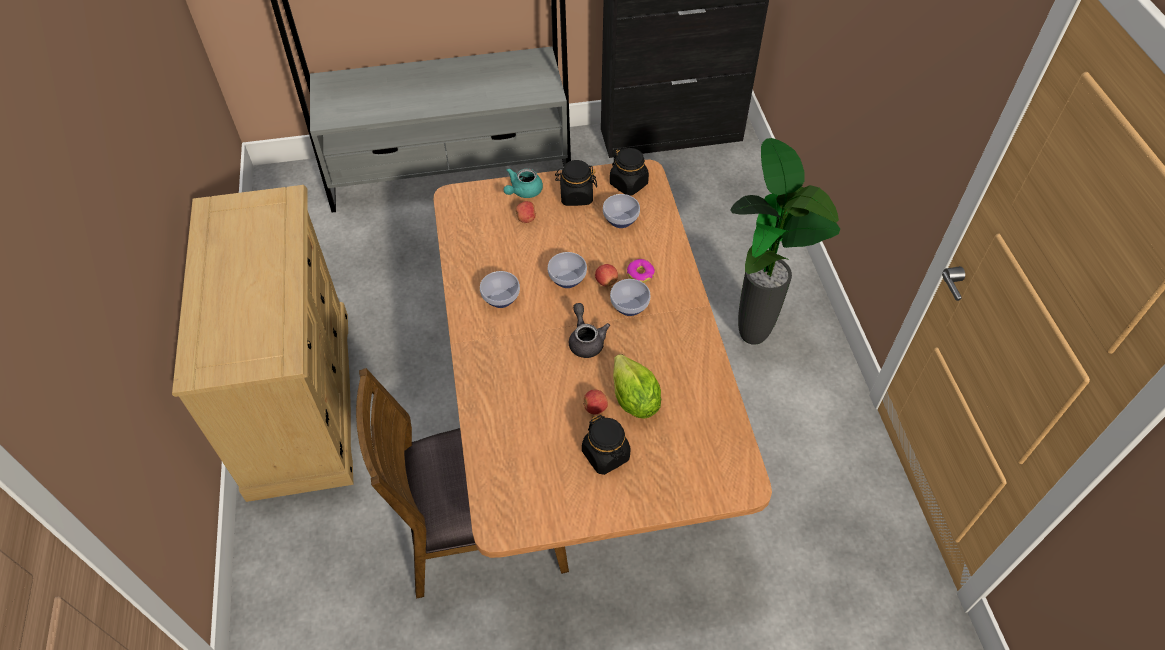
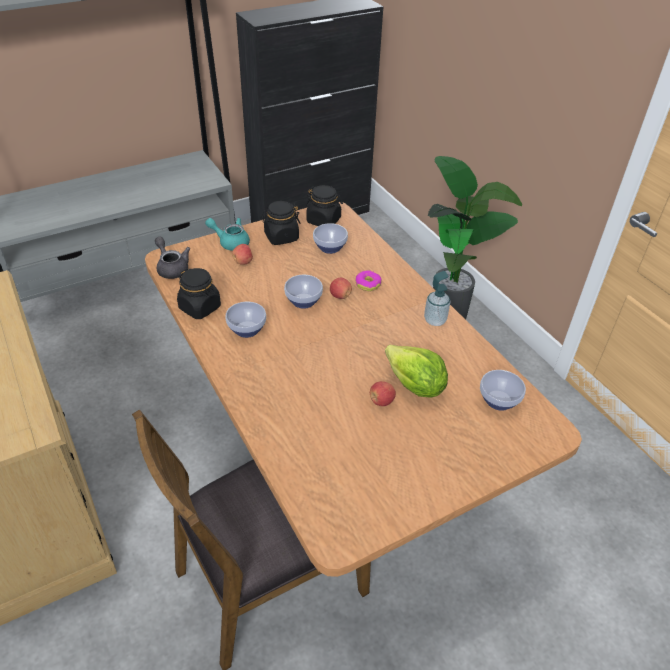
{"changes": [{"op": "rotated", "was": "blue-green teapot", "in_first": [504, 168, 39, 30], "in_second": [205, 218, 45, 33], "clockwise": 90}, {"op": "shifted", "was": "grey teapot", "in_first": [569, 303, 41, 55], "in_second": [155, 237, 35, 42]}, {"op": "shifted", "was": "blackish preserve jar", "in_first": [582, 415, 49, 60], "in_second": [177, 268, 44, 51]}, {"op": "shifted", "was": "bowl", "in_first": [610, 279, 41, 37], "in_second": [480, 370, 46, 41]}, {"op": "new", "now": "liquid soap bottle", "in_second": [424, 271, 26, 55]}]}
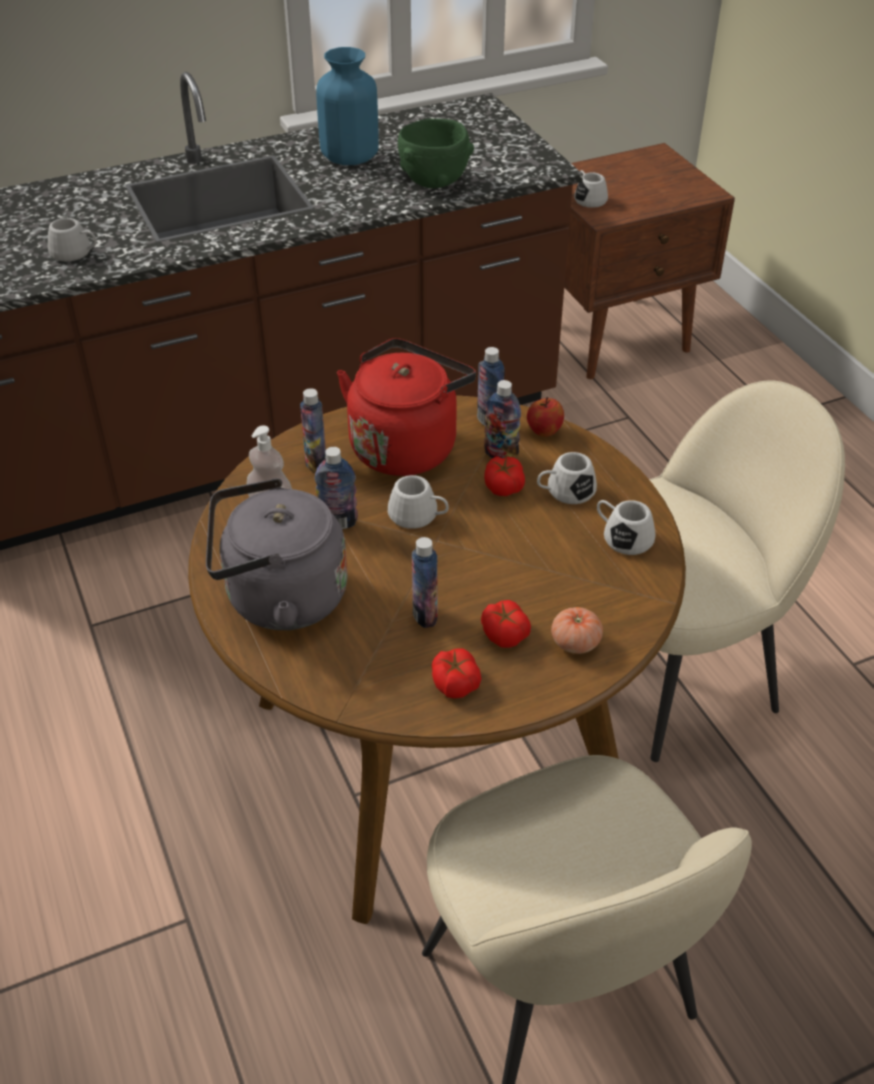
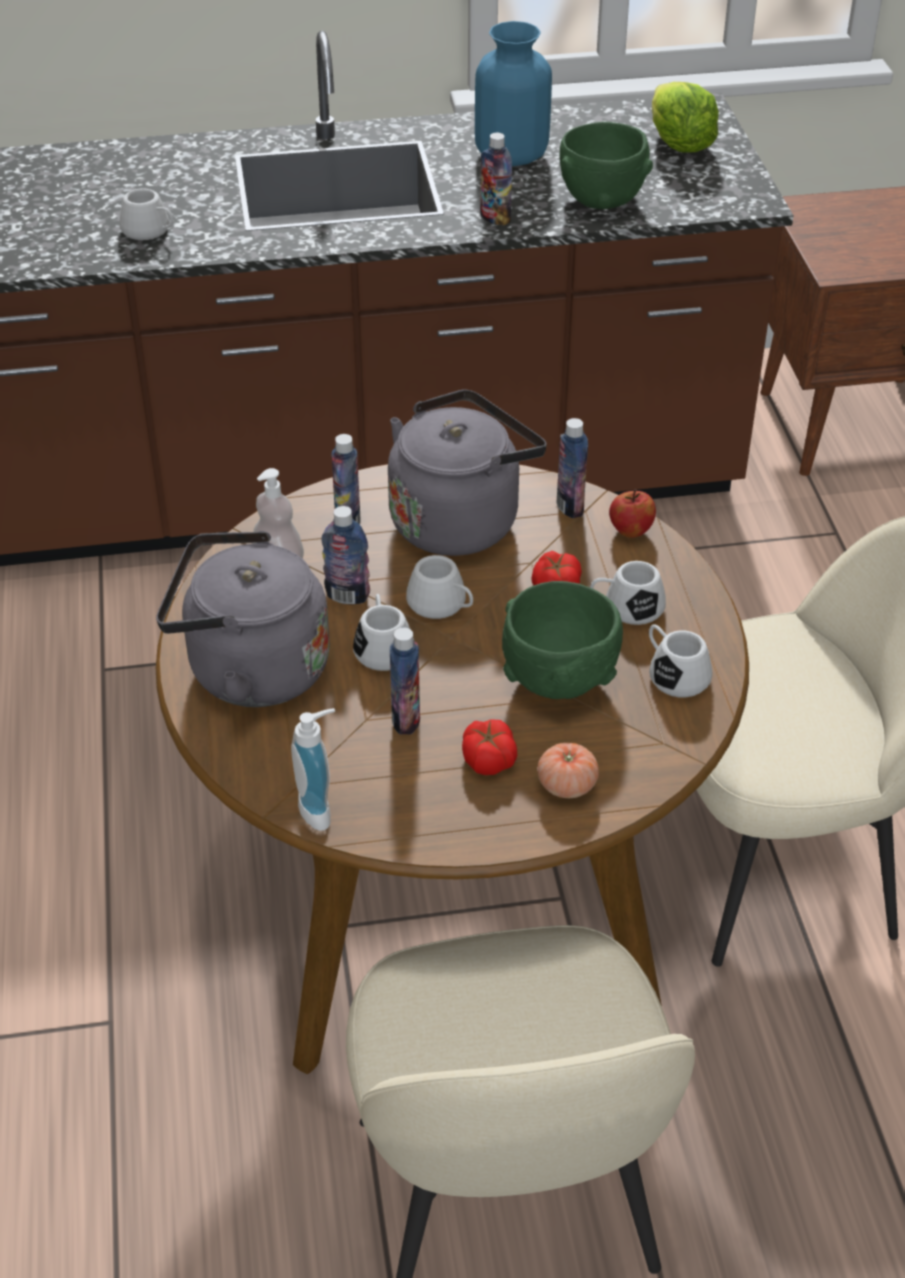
{"changes": [{"op": "repainted", "was": "red-coloured water kettle", "now": "grey water kettle", "in_first": [337, 338, 139, 138], "in_second": [388, 389, 159, 167]}, {"op": "gone", "was": "tomato", "in_first": [432, 648, 50, 51]}, {"op": "shifted", "was": "bottle", "in_first": [484, 380, 37, 78], "in_second": [480, 133, 32, 92]}, {"op": "shifted", "was": "whitish tea mug", "in_first": [574, 170, 34, 38], "in_second": [353, 594, 61, 77]}, {"op": "new", "now": "liquid soap bottle", "in_second": [291, 708, 44, 123]}, {"op": "new", "now": "green-coloured bowl", "in_second": [502, 581, 121, 118]}, {"op": "new", "now": "lettuce head", "in_second": [652, 82, 67, 71]}]}
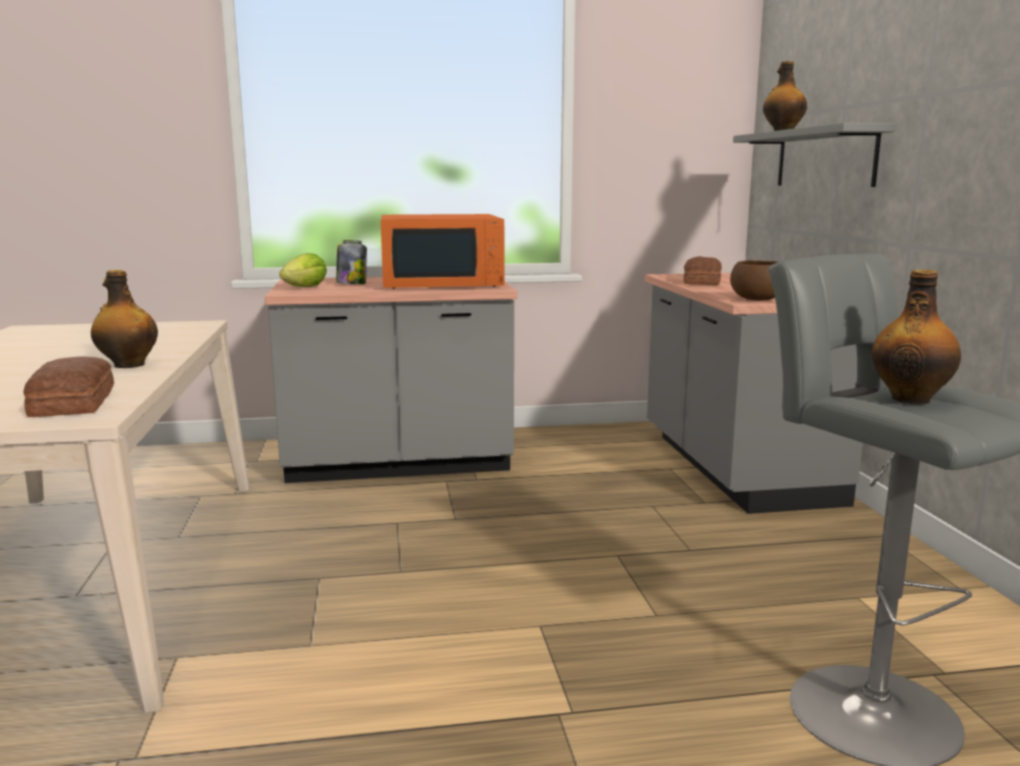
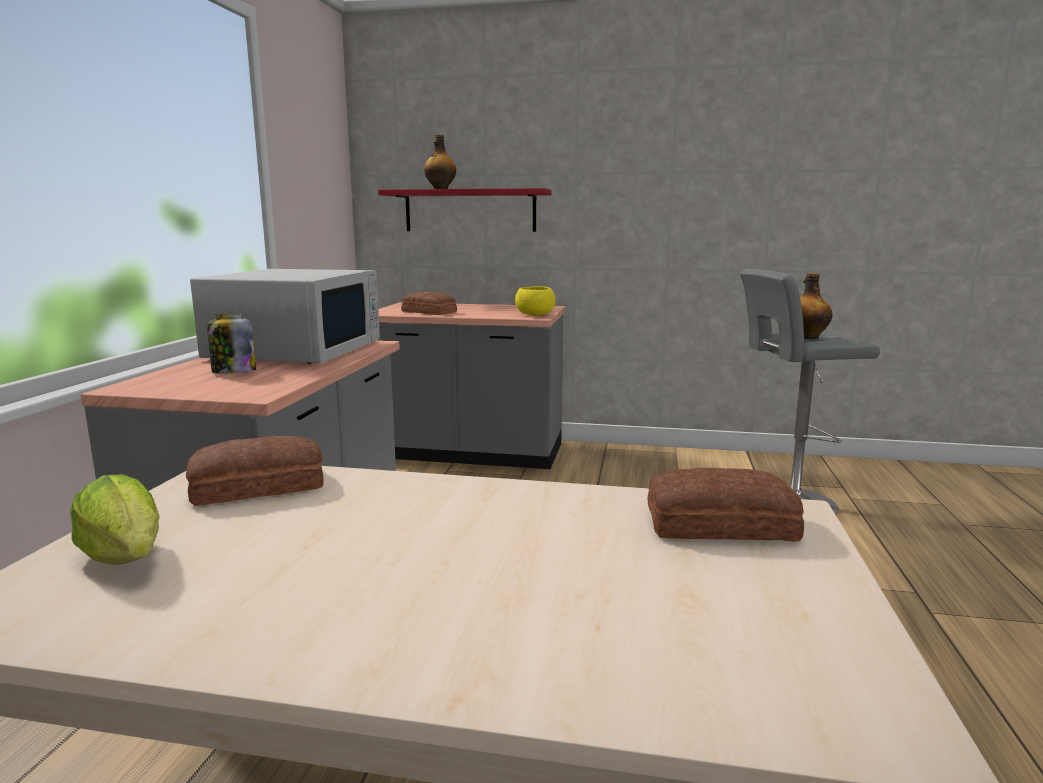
{"changes": [{"op": "gone", "was": "bottle", "in_first": [91, 270, 67, 98]}, {"op": "shifted", "was": "lettuce head", "in_first": [280, 253, 47, 34], "in_second": [70, 474, 90, 91]}, {"op": "repainted", "was": "orangey microwave", "now": "whitish microwave", "in_first": [381, 214, 123, 75], "in_second": [190, 269, 190, 95]}, {"op": "repainted", "was": "brownish bowl", "now": "yellowish bowl", "in_first": [730, 260, 48, 41], "in_second": [515, 286, 41, 30]}, {"op": "repainted", "was": "grey shelf", "now": "red-coloured shelf", "in_first": [733, 123, 163, 64], "in_second": [378, 188, 173, 44]}, {"op": "new", "now": "baked bread", "in_second": [186, 436, 138, 70]}]}
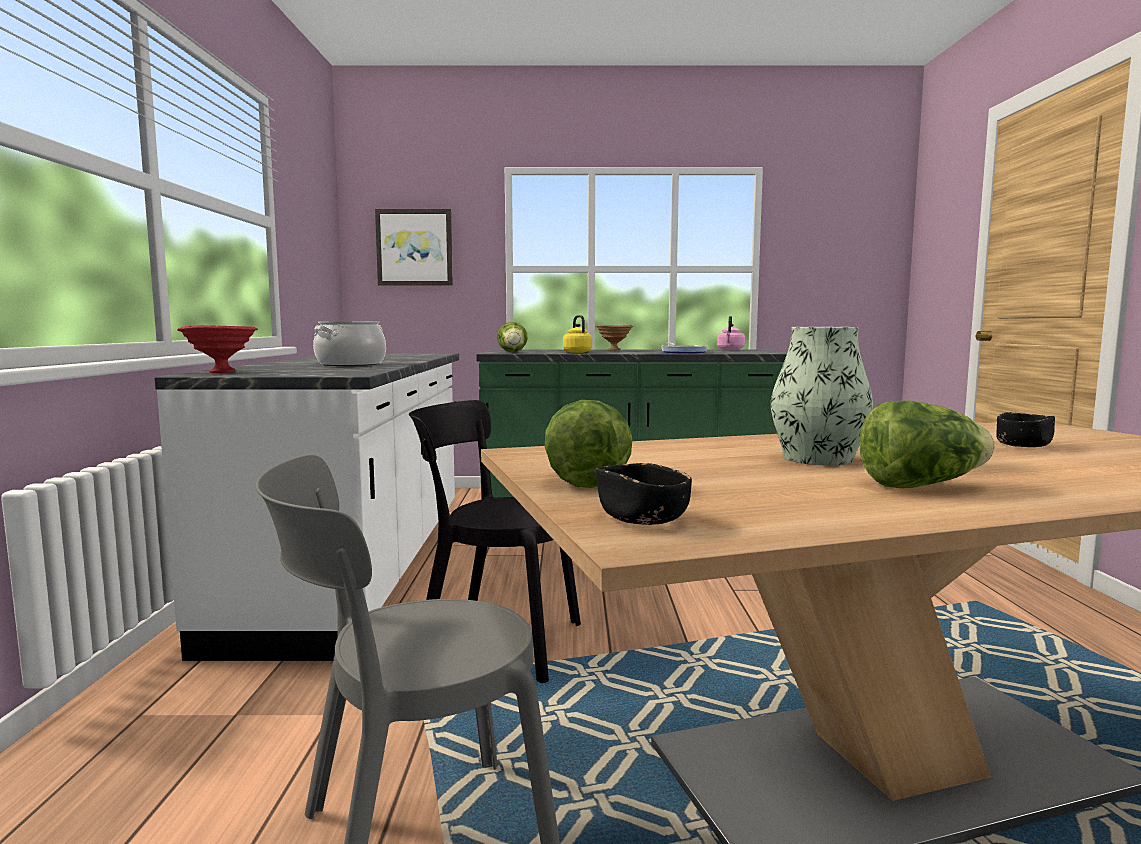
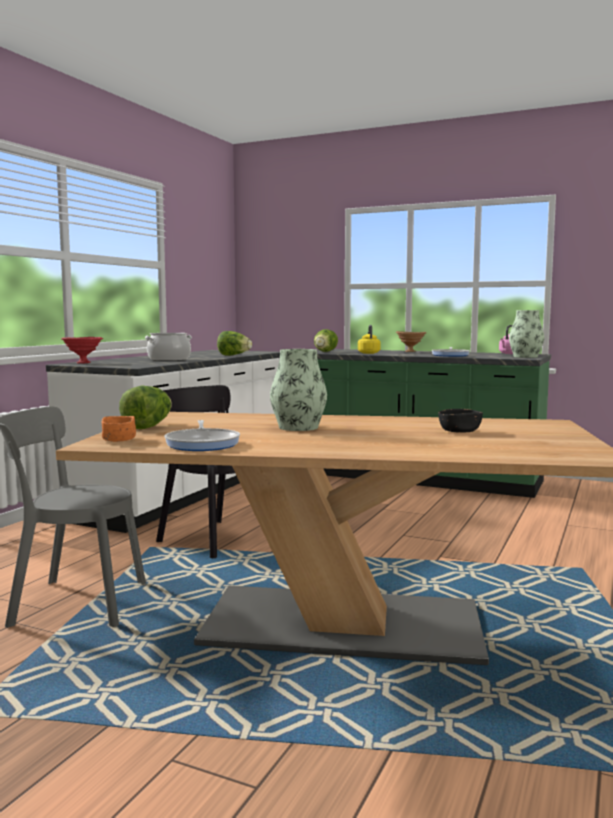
{"changes": [{"op": "gone", "was": "wall art", "in_first": [375, 209, 78, 76]}, {"op": "repainted", "was": "blackish bowl", "now": "orangey bowl", "in_first": [596, 463, 96, 62], "in_second": [102, 416, 34, 26]}, {"op": "shifted", "was": "lettuce head", "in_first": [859, 400, 136, 88], "in_second": [217, 331, 35, 25]}, {"op": "new", "now": "skillet", "in_second": [164, 420, 76, 31]}, {"op": "new", "now": "vase", "in_second": [509, 310, 35, 48]}]}
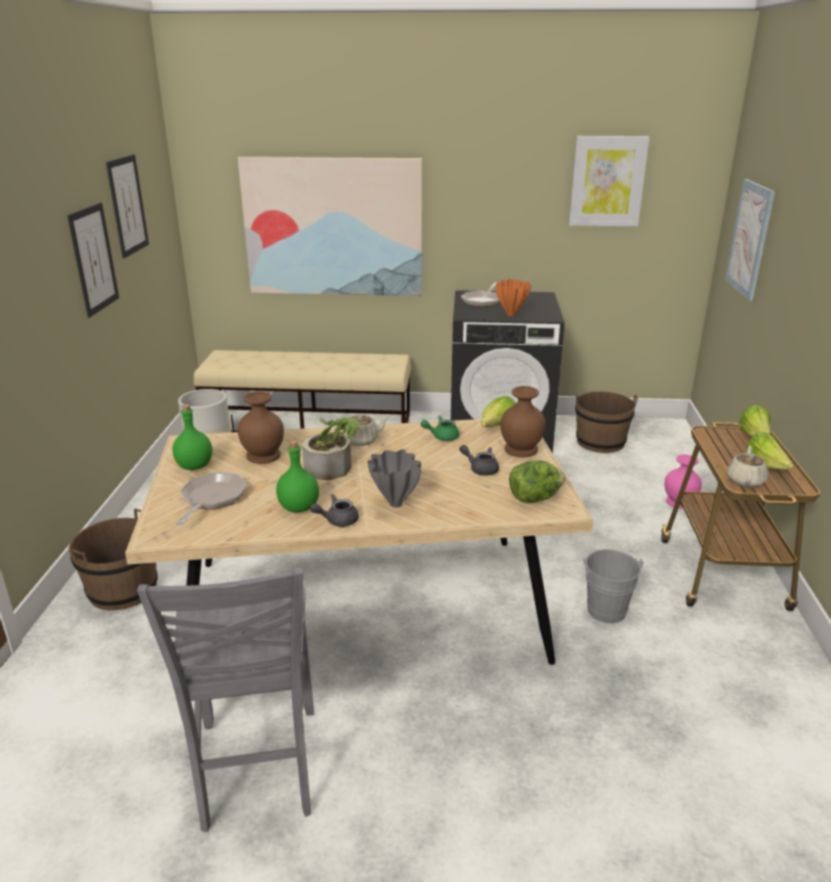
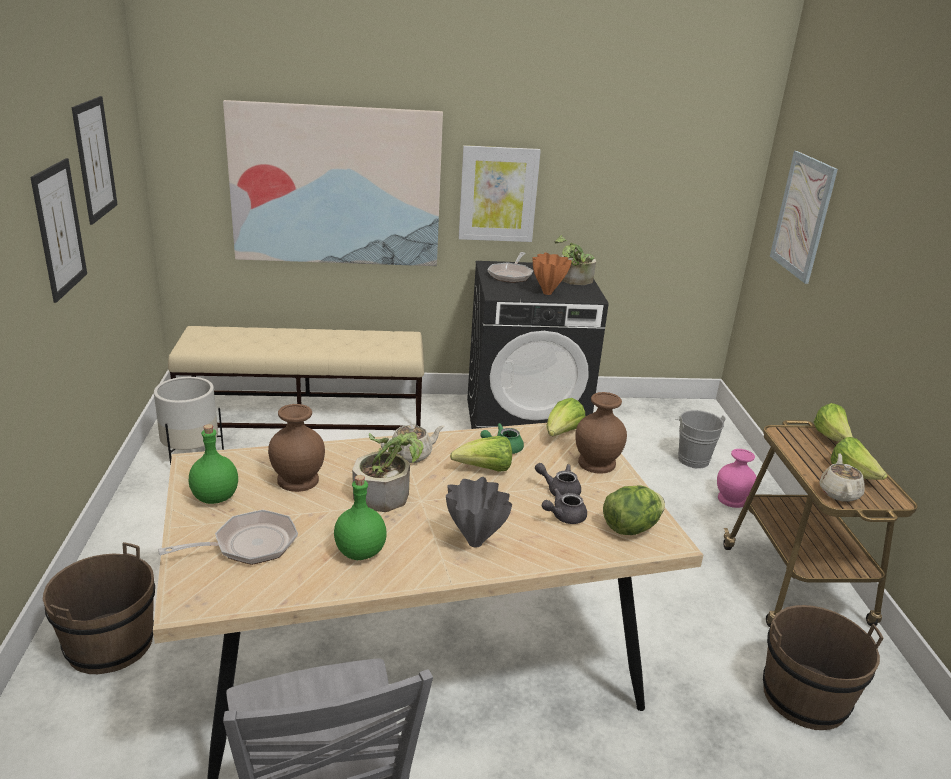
{"changes": [{"op": "rotated", "was": "skillet", "in_first": [175, 472, 72, 53], "in_second": [158, 510, 140, 55], "clockwise": 60}, {"op": "shifted", "was": "grey teapot", "in_first": [310, 494, 49, 33], "in_second": [542, 488, 45, 36]}, {"op": "shifted", "was": "wall art", "in_first": [569, 136, 80, 90], "in_second": [459, 145, 82, 97]}, {"op": "shifted", "was": "brownish bucket", "in_first": [575, 391, 63, 62], "in_second": [763, 605, 120, 125]}, {"op": "shifted", "was": "grey bucket", "in_first": [583, 549, 61, 75], "in_second": [675, 410, 51, 59]}, {"op": "new", "now": "lettuce head", "in_second": [450, 436, 62, 36]}, {"op": "new", "now": "houseplant", "in_second": [555, 235, 41, 50]}]}
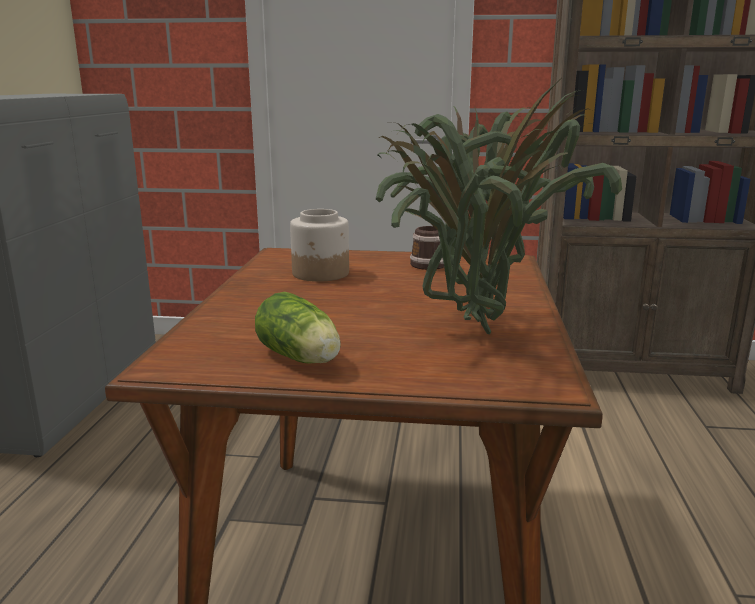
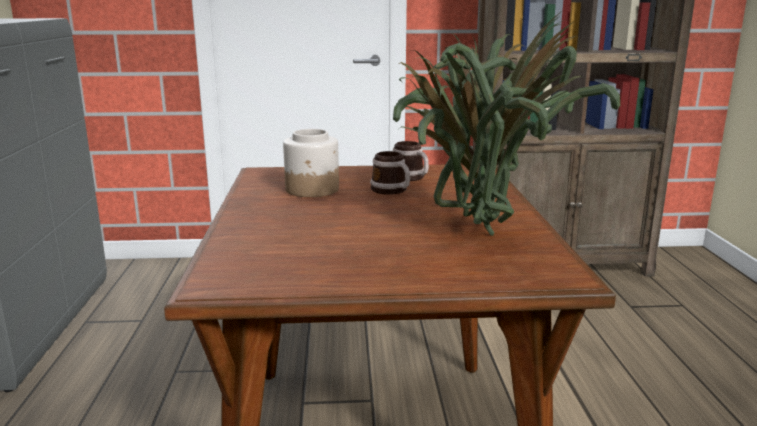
{"changes": [{"op": "gone", "was": "lettuce head", "in_first": [255, 292, 86, 72]}, {"op": "new", "now": "tea mug", "in_second": [370, 151, 40, 44]}]}
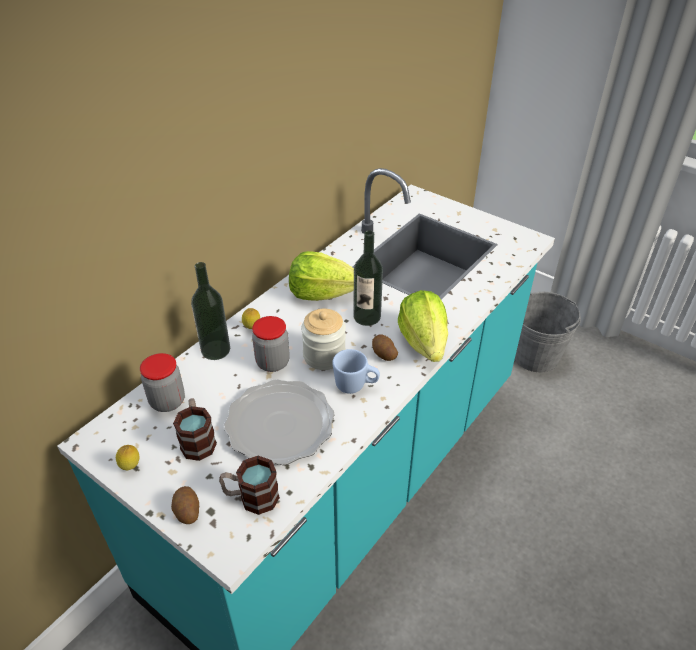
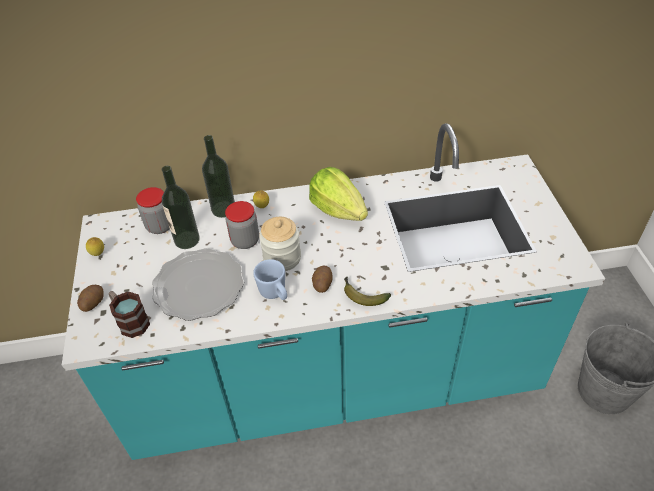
{"changes": [{"op": "gone", "was": "tea mug", "in_first": [173, 398, 44, 63]}, {"op": "shifted", "was": "bottle", "in_first": [353, 230, 30, 96], "in_second": [162, 166, 38, 83]}, {"op": "swapped", "was": "lettuce head", "now": "banana", "in_first": [398, 290, 50, 72], "in_second": [344, 277, 47, 29]}]}
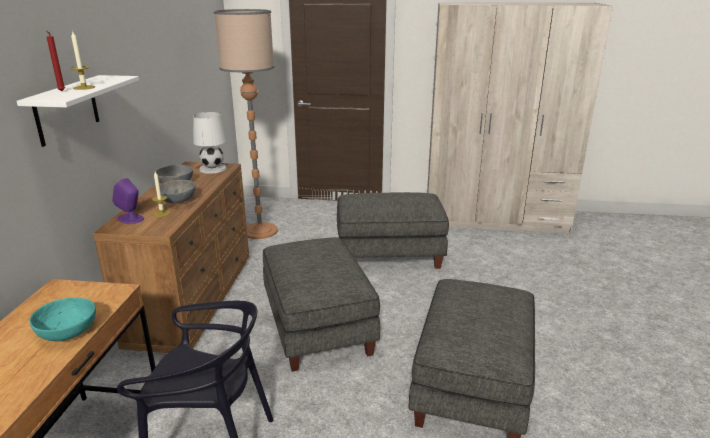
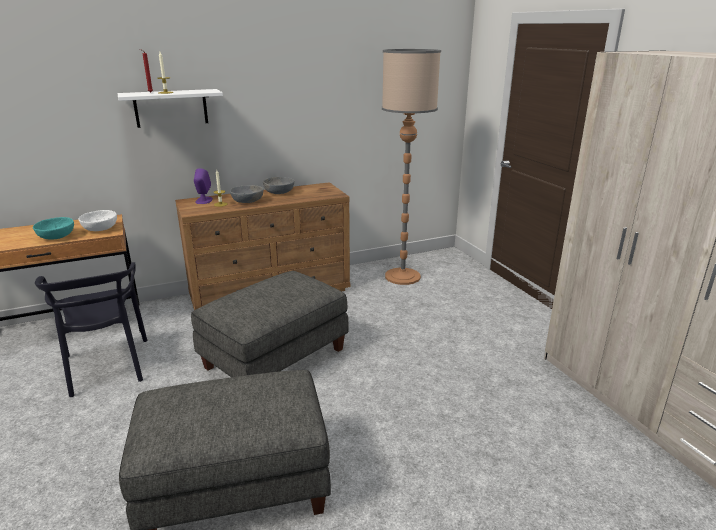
{"changes": [{"op": "gone", "was": "whitish lamp for a table", "in_first": [193, 112, 34, 62]}, {"op": "gone", "was": "grey pouffe", "in_first": [337, 192, 112, 77]}, {"op": "new", "now": "whitish bowl", "in_second": [79, 210, 38, 21]}]}
